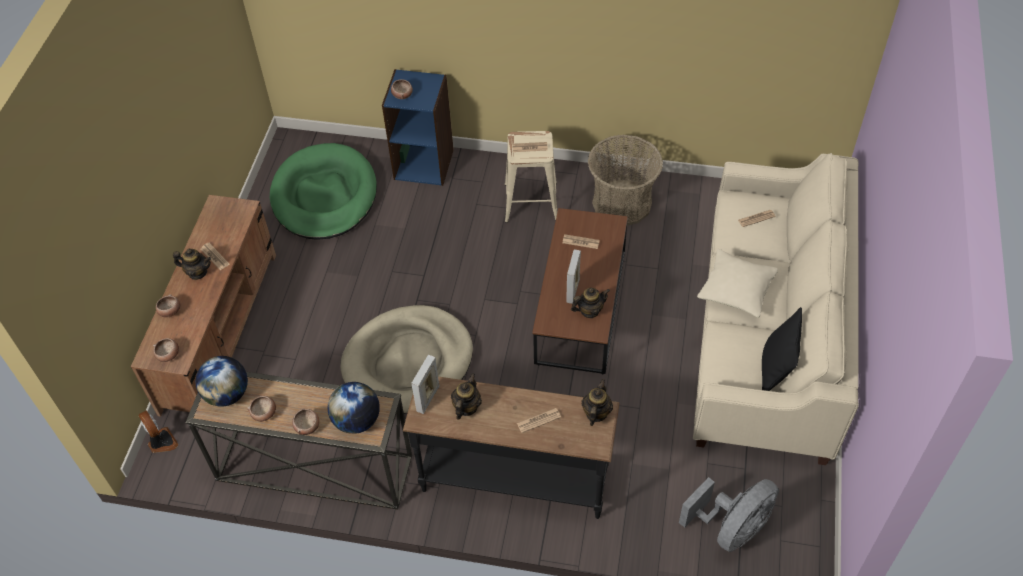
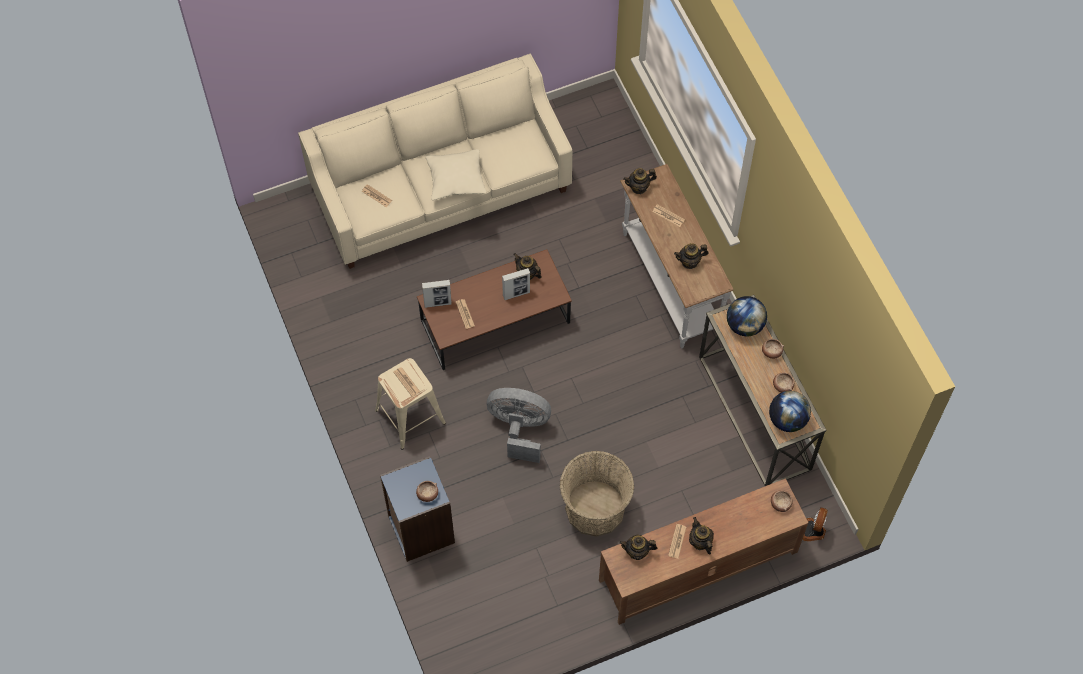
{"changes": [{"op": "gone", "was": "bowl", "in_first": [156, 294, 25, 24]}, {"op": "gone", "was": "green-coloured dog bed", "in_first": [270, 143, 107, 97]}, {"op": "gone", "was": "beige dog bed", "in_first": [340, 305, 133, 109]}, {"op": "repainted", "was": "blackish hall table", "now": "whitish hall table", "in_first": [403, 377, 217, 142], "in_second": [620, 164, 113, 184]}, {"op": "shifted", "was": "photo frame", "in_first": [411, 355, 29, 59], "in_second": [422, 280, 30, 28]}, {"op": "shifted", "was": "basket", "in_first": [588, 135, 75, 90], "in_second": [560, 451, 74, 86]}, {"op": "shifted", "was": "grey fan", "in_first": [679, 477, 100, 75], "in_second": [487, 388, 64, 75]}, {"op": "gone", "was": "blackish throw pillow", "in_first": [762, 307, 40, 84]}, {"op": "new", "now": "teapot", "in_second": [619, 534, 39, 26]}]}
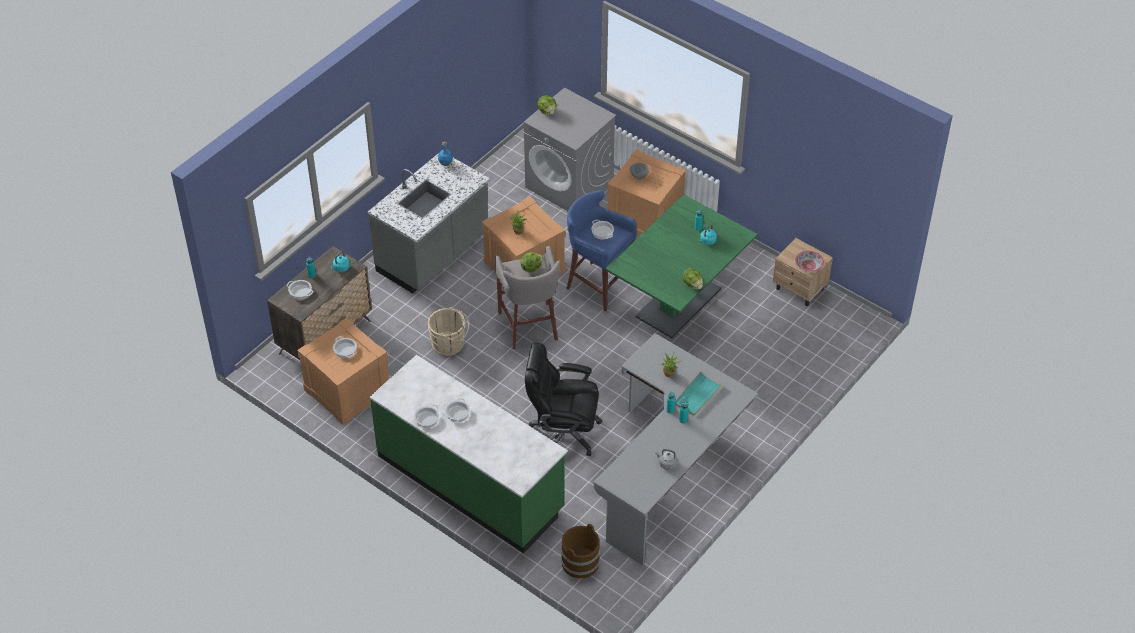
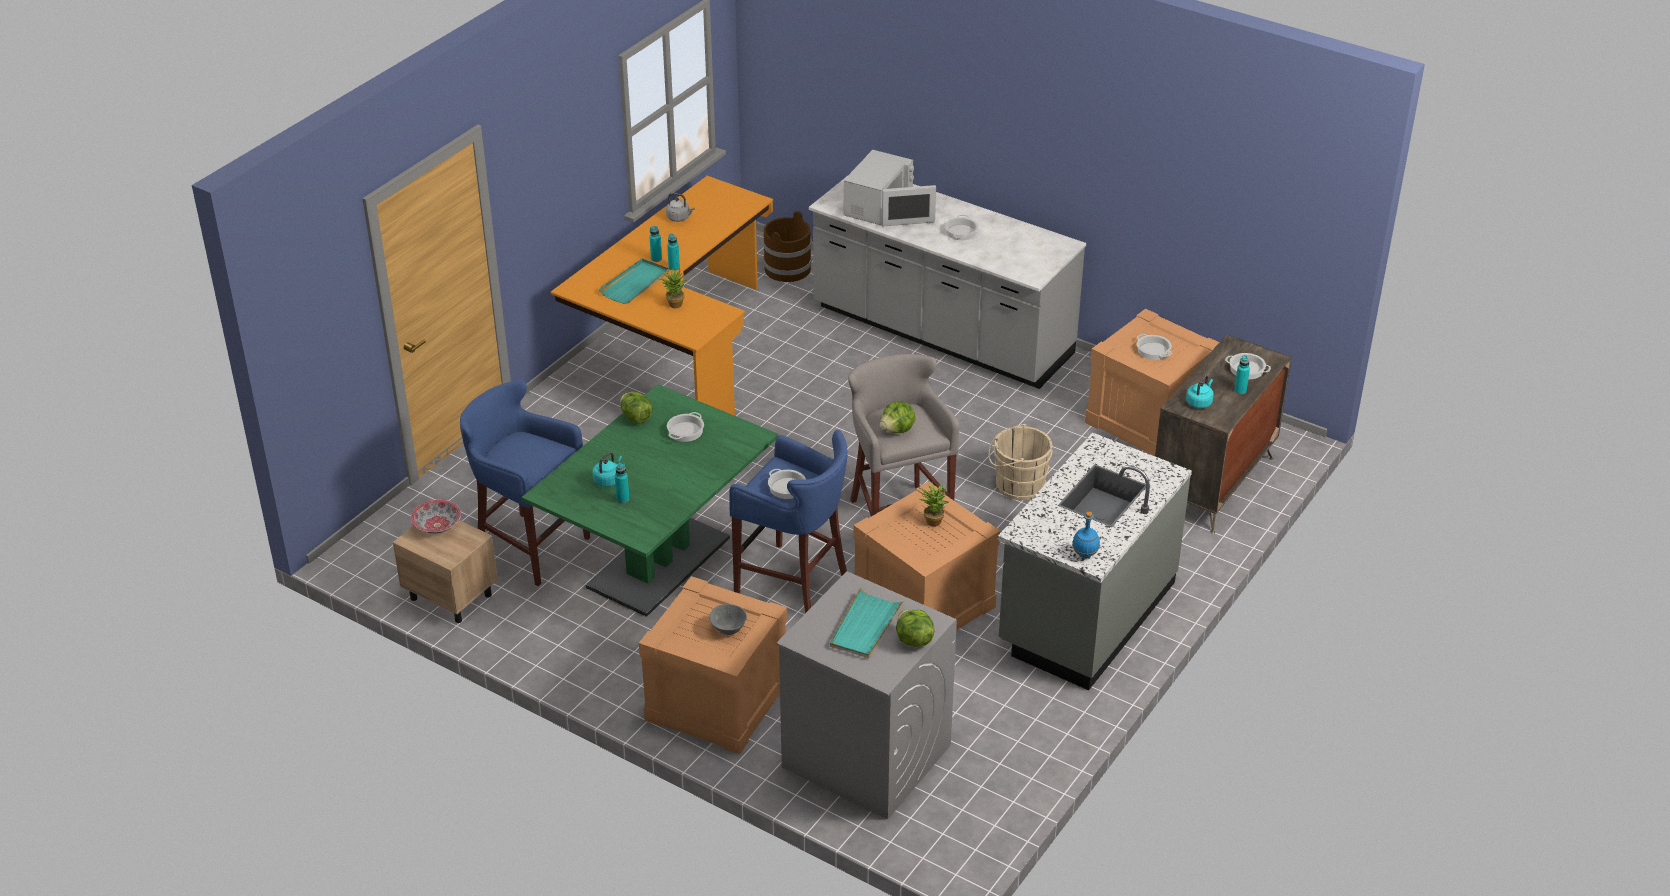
{"changes": [{"op": "repainted", "was": "green-coloured kitchen base unit", "now": "grey kitchen base unit", "in_first": [370, 355, 198, 198], "in_second": [809, 177, 277, 212]}, {"op": "shifted", "was": "stockpot", "in_first": [414, 405, 25, 23], "in_second": [667, 412, 37, 30]}, {"op": "gone", "was": "blackish computer chair", "in_first": [525, 342, 77, 114]}, {"op": "repainted", "was": "grey desk", "now": "orangey desk", "in_first": [594, 333, 164, 233], "in_second": [551, 176, 222, 240]}, {"op": "new", "now": "blue-coloured stool seat", "in_second": [460, 380, 130, 206]}, {"op": "new", "now": "blue-green carrying tray", "in_second": [830, 587, 74, 71]}, {"op": "new", "now": "whitish microwave", "in_second": [844, 150, 92, 76]}]}
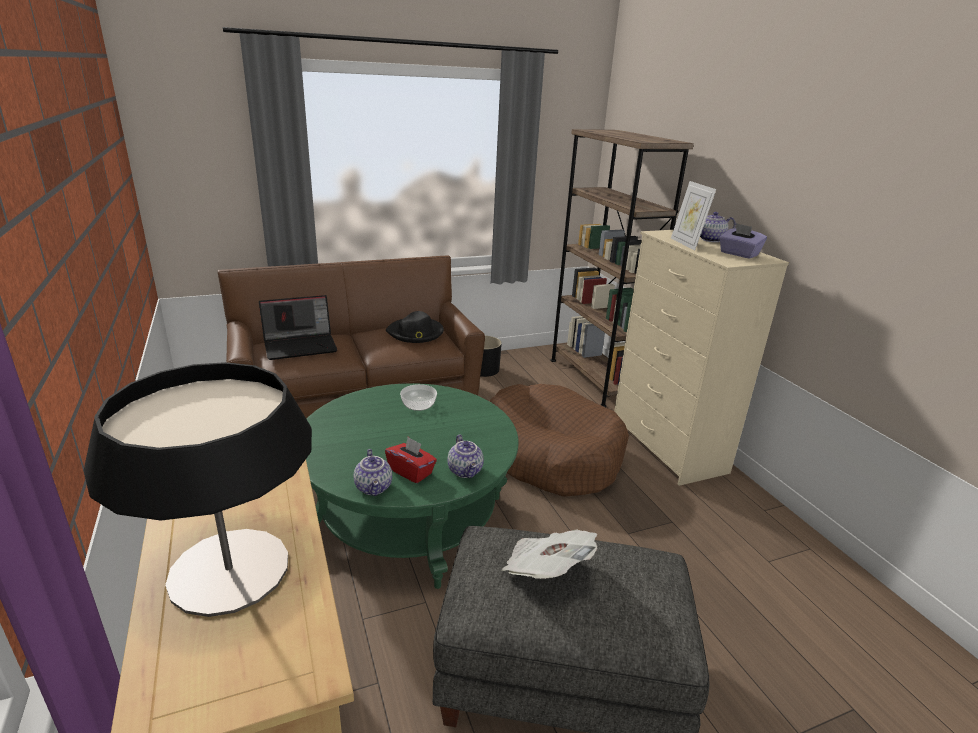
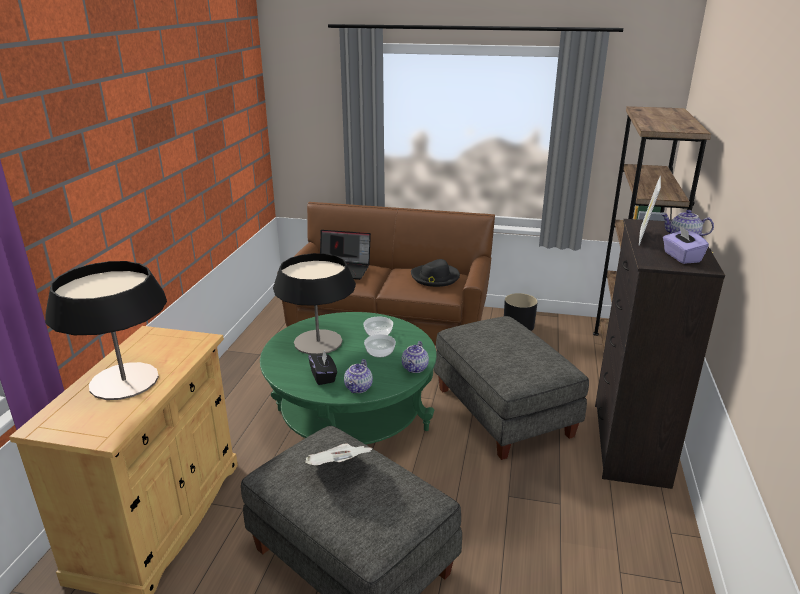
{"changes": [{"op": "shifted", "was": "teapot", "in_first": [354, 449, 38, 47], "in_second": [402, 341, 27, 32]}, {"op": "repainted", "was": "red-coloured tissue box", "now": "blackish tissue box", "in_first": [385, 437, 52, 46], "in_second": [308, 349, 29, 36]}, {"op": "swapped", "was": "brownish dog bed", "now": "grey pouffe", "in_first": [489, 384, 140, 113], "in_second": [434, 316, 155, 144]}, {"op": "repainted", "was": "beige dresser", "now": "blackish dresser", "in_first": [614, 230, 175, 256], "in_second": [595, 219, 130, 270]}, {"op": "new", "now": "lamp for a table", "in_second": [273, 253, 83, 101]}, {"op": "new", "now": "bowl", "in_second": [364, 334, 32, 23]}]}
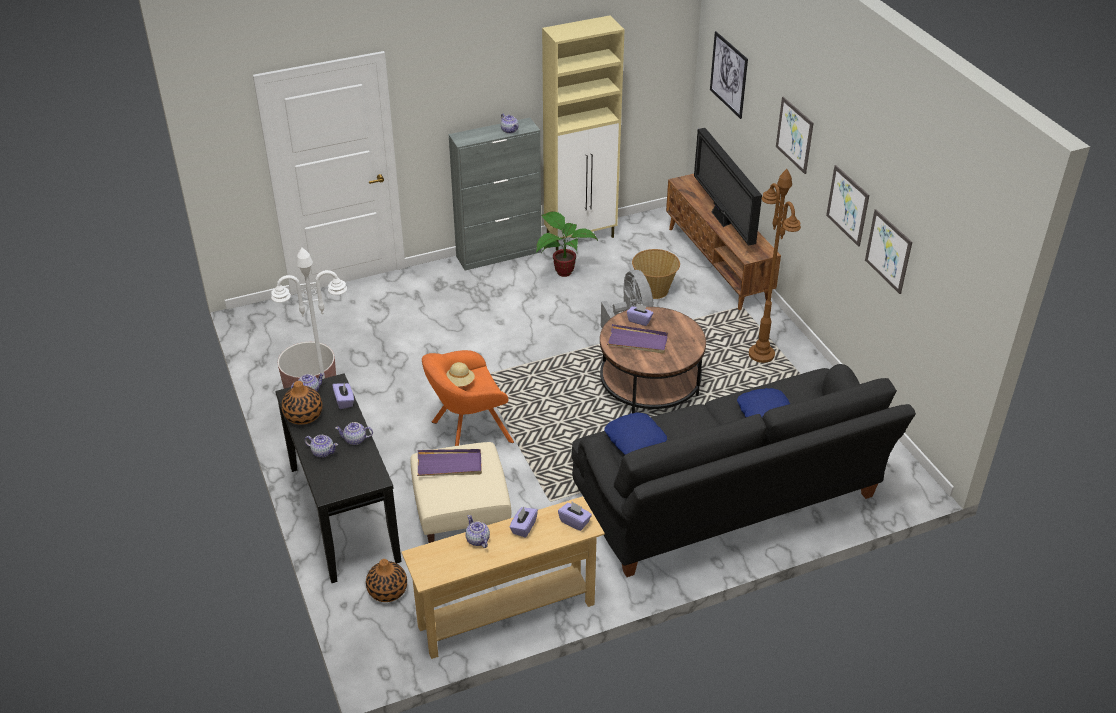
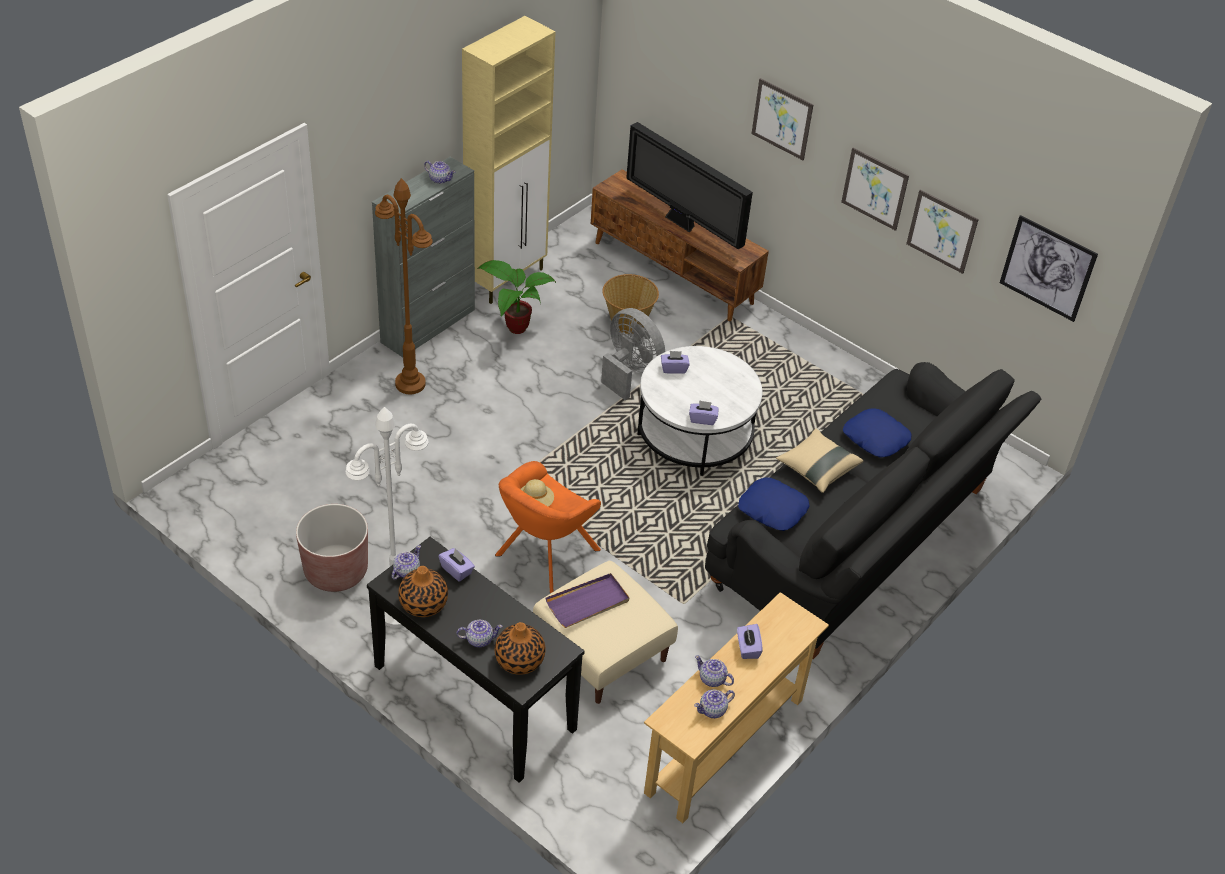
{"changes": [{"op": "shifted", "was": "teapot", "in_first": [335, 422, 38, 23], "in_second": [694, 689, 41, 29]}, {"op": "shifted", "was": "vase", "in_first": [366, 559, 41, 43], "in_second": [495, 622, 50, 53]}, {"op": "shifted", "was": "purple tissue box", "in_first": [558, 502, 34, 29], "in_second": [689, 400, 30, 25]}, {"op": "repainted", "was": "brownish coffee table", "now": "whitish coffee table", "in_first": [600, 307, 106, 106], "in_second": [637, 346, 125, 130]}, {"op": "gone", "was": "purple carrying tray", "in_first": [607, 324, 61, 29]}, {"op": "shifted", "was": "wall art", "in_first": [710, 31, 38, 88], "in_second": [1000, 215, 98, 107]}, {"op": "shifted", "was": "brownish floor lamp", "in_first": [749, 169, 52, 194], "in_second": [375, 178, 58, 216]}, {"op": "new", "now": "beige throw pillow", "in_second": [776, 429, 87, 64]}]}
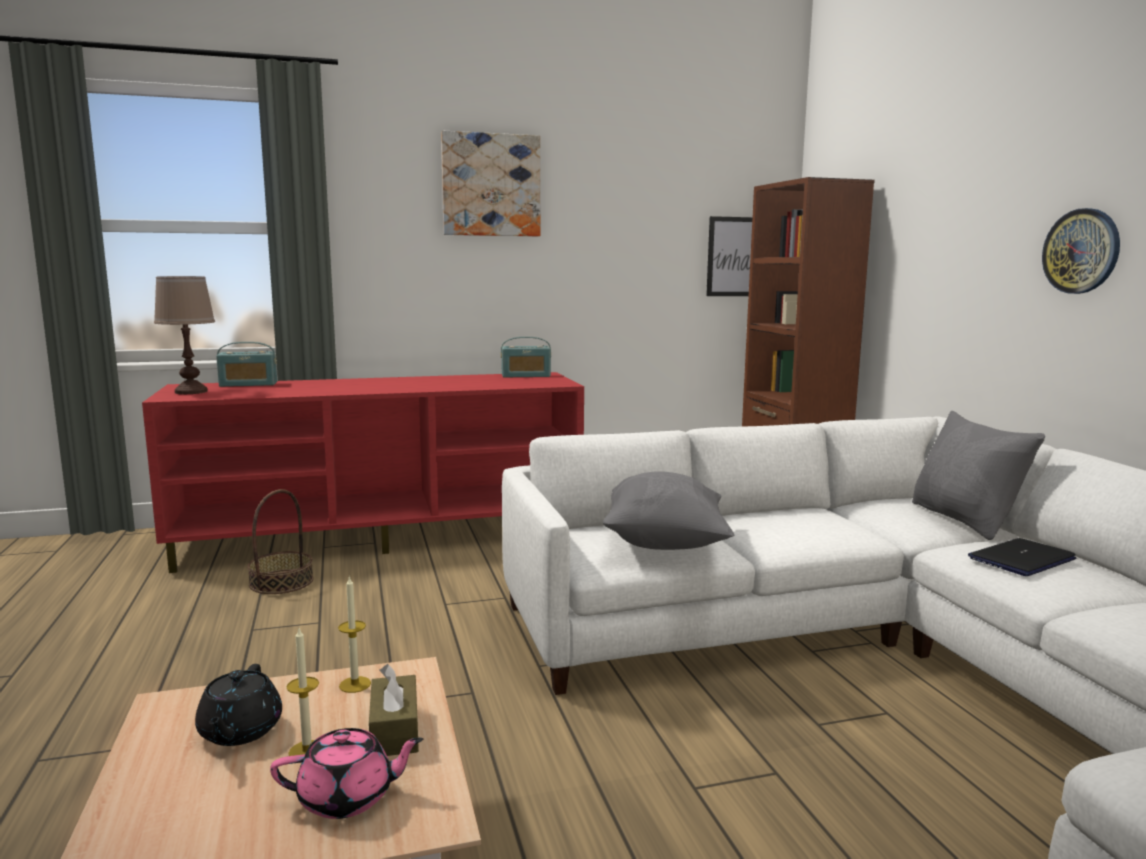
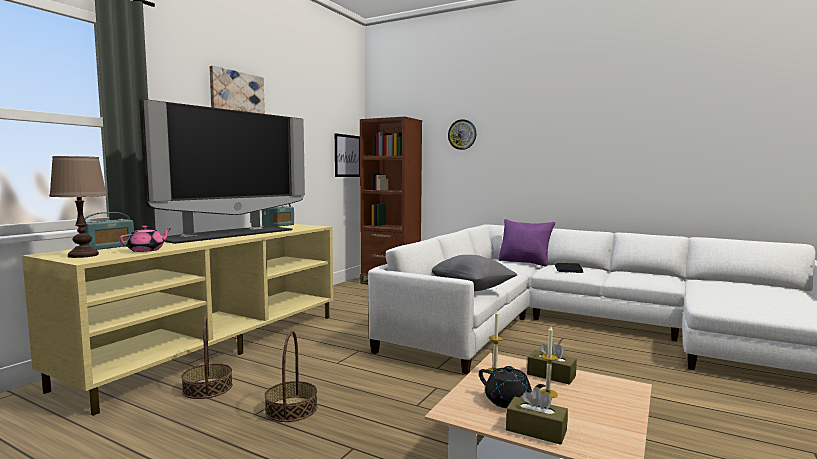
{"changes": [{"op": "repainted", "was": "red-coloured tv stand", "now": "beige tv stand", "in_first": [142, 372, 442, 201], "in_second": [22, 224, 311, 192]}, {"op": "shifted", "was": "pinkish teapot", "in_first": [270, 728, 153, 91], "in_second": [119, 226, 51, 26]}, {"op": "repainted", "was": "grey throw pillow", "now": "purple throw pillow", "in_first": [912, 411, 133, 129], "in_second": [499, 219, 56, 47]}, {"op": "shifted", "was": "hanging clock", "in_first": [1042, 208, 78, 86], "in_second": [448, 119, 28, 31]}, {"op": "new", "now": "TV", "in_second": [139, 99, 166, 145]}, {"op": "new", "now": "basket", "in_second": [265, 331, 53, 91]}, {"op": "new", "now": "brownish tissue box", "in_second": [506, 387, 62, 58]}]}
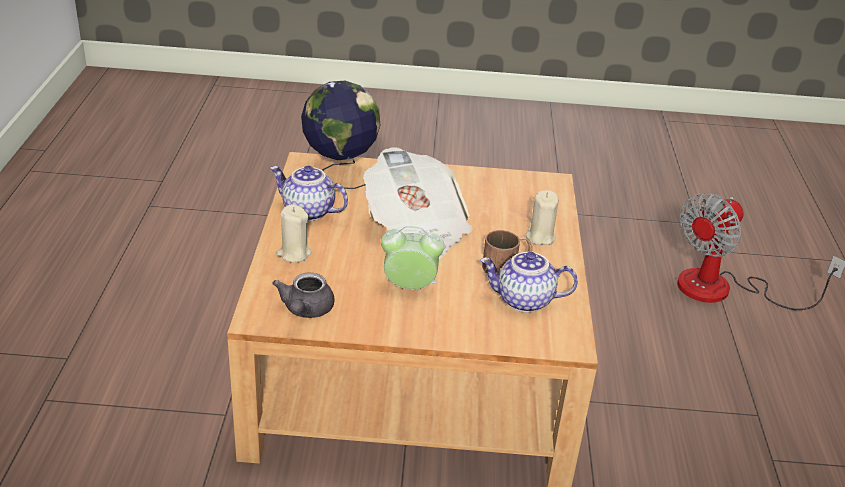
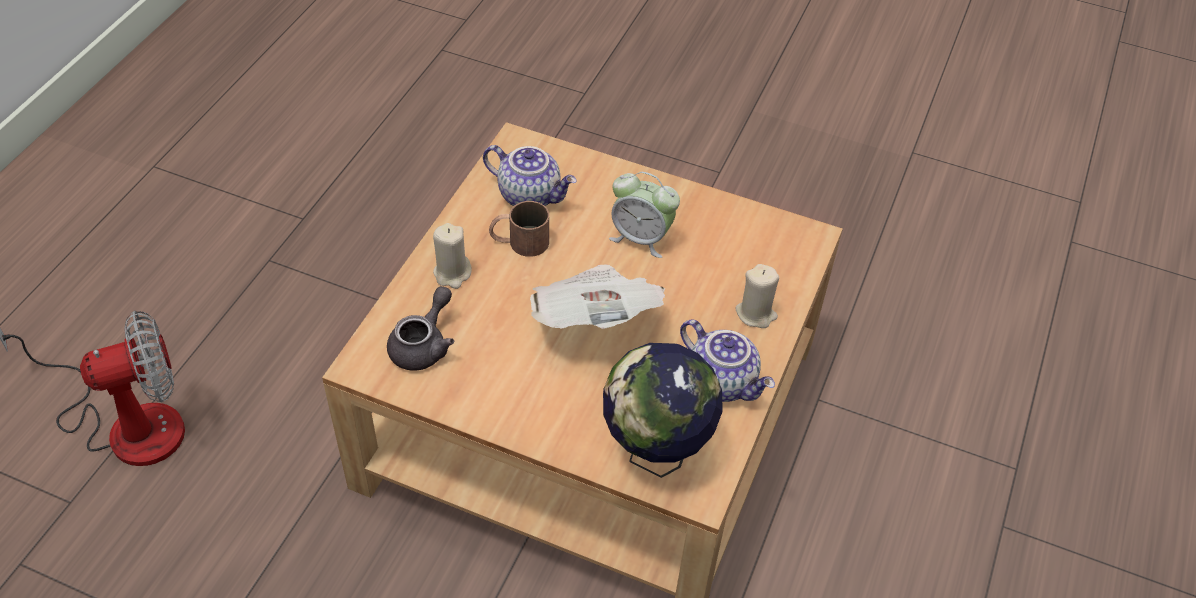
{"changes": [{"op": "shifted", "was": "grey teapot", "in_first": [272, 272, 63, 46], "in_second": [387, 286, 67, 85]}]}
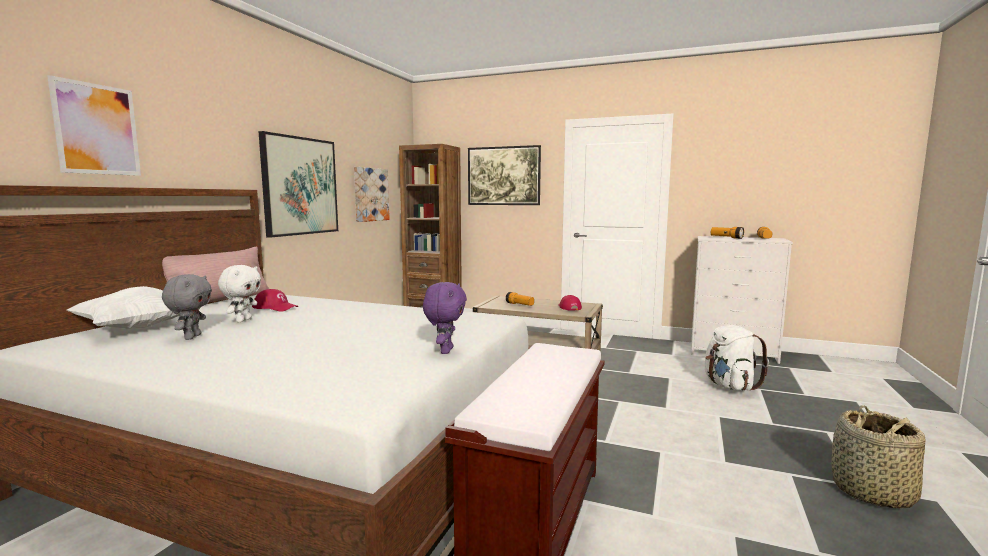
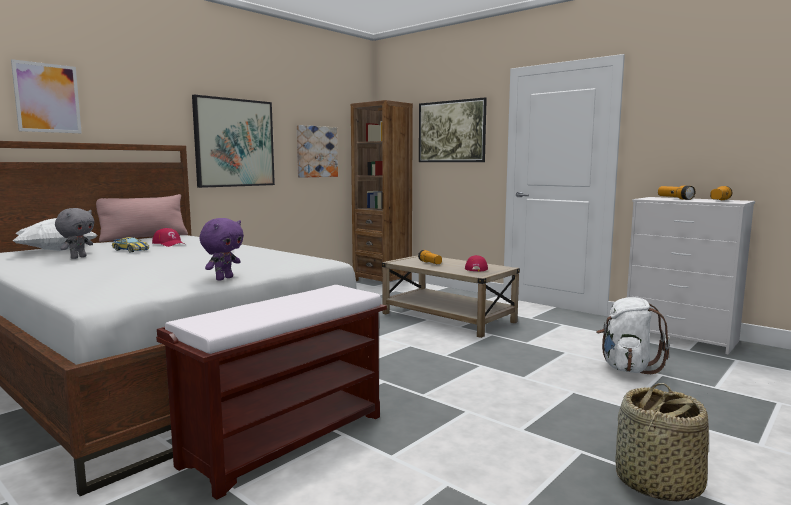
{"changes": [{"op": "swapped", "was": "whitish soft toy", "now": "model car", "in_first": [218, 265, 43, 57], "in_second": [112, 237, 37, 16]}]}
